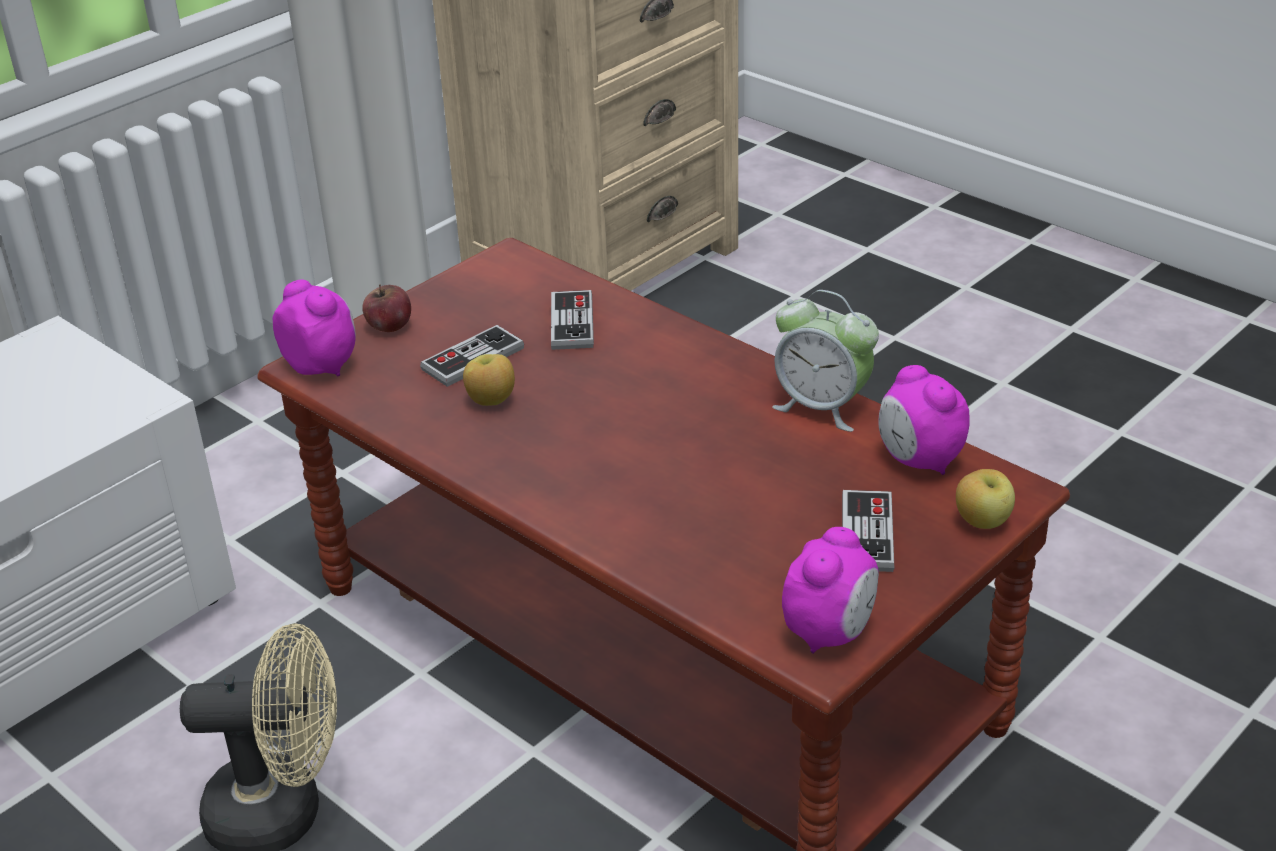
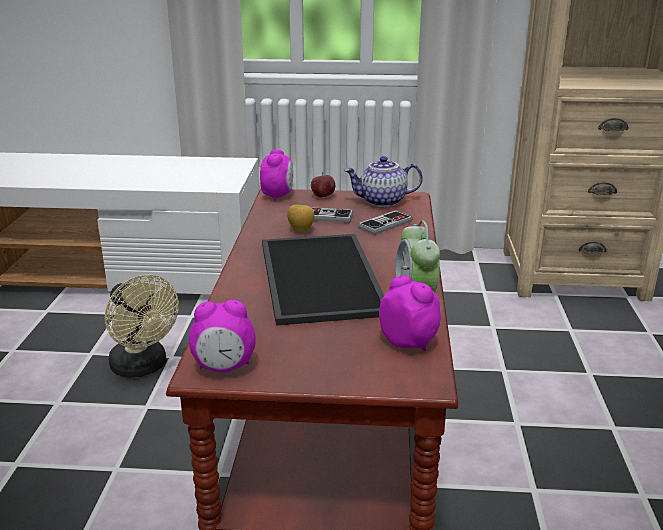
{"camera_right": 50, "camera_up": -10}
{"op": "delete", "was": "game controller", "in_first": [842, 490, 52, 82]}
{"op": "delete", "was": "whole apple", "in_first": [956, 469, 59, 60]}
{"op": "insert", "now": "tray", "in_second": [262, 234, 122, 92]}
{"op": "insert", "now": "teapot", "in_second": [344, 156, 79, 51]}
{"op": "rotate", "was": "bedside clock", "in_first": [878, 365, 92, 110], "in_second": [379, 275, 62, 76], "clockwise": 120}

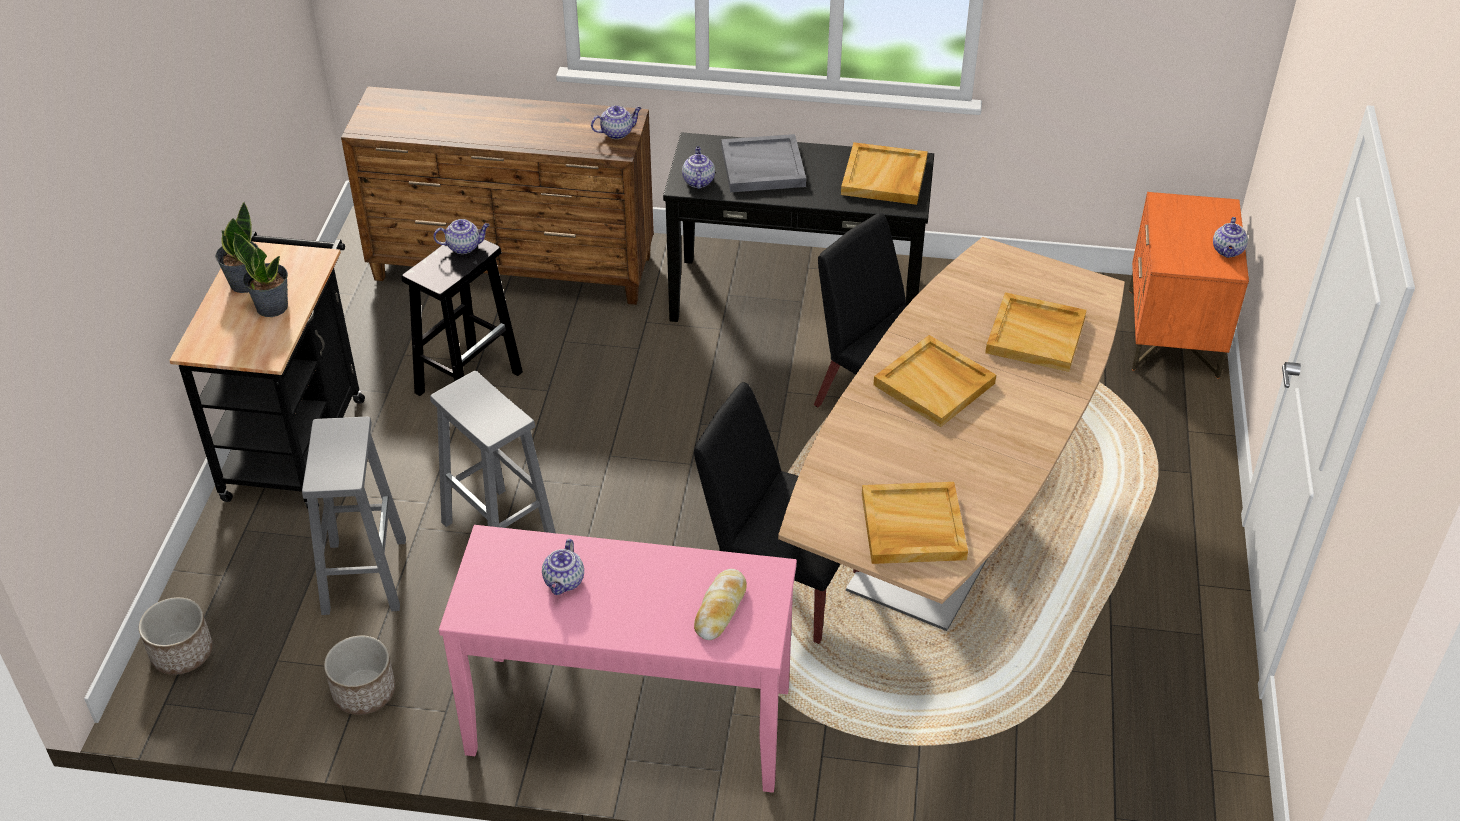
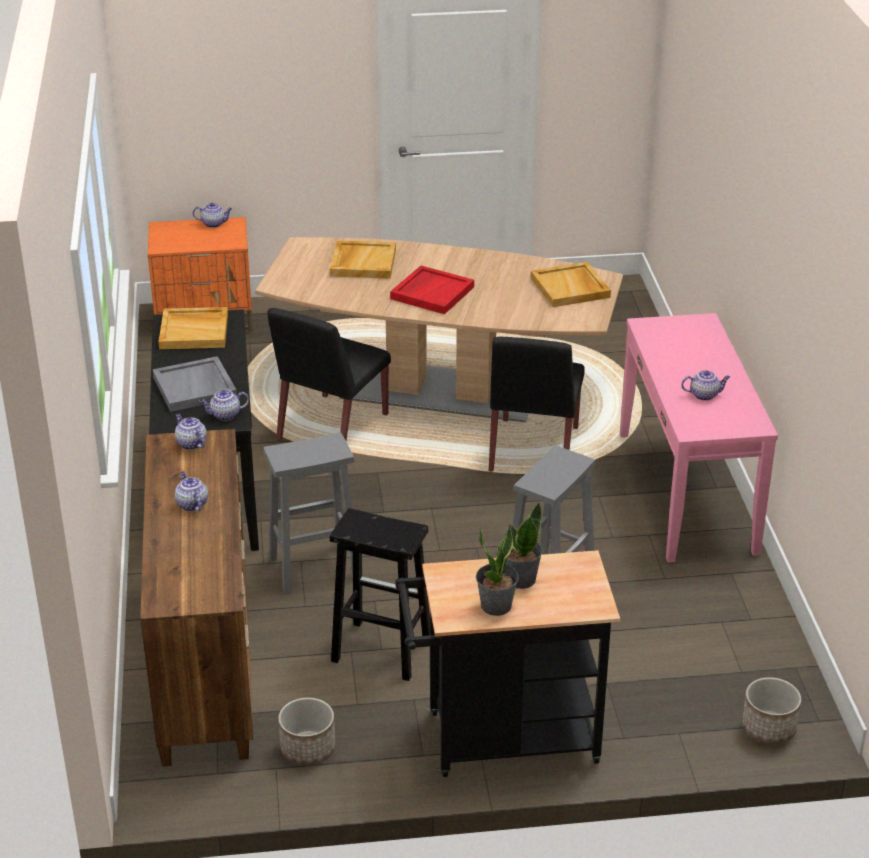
{"camera_right": -105, "camera_up": -10}
{"op": "delete", "was": "bread", "in_first": [694, 569, 53, 71]}
{"op": "move", "was": "greyish stool seat", "in_first": [302, 417, 104, 198], "in_second": [263, 432, 91, 163]}
{"op": "move", "was": "planter", "in_first": [324, 636, 71, 79], "in_second": [278, 698, 57, 68]}
{"op": "move", "was": "teapot", "in_first": [433, 219, 56, 35], "in_second": [175, 471, 33, 40]}
{"op": "recolor", "was": "sand-coloured tray", "now": "red tray", "in_first": [873, 335, 123, 92], "in_second": [390, 266, 84, 48]}

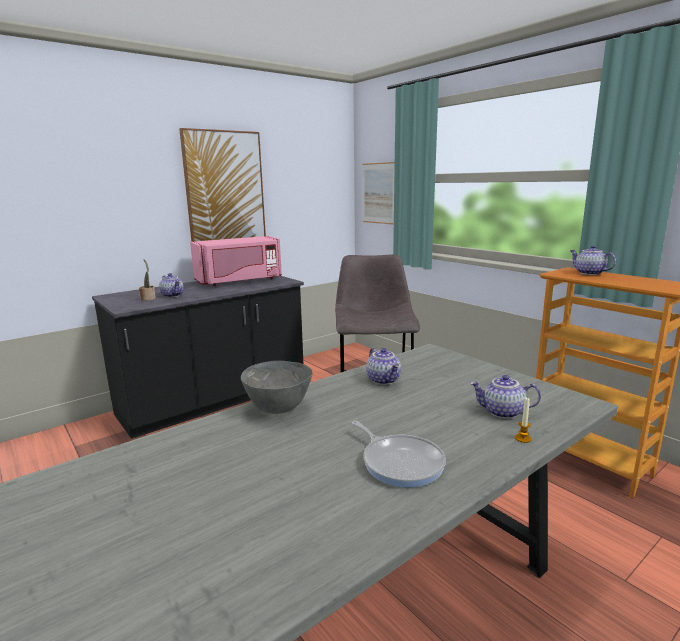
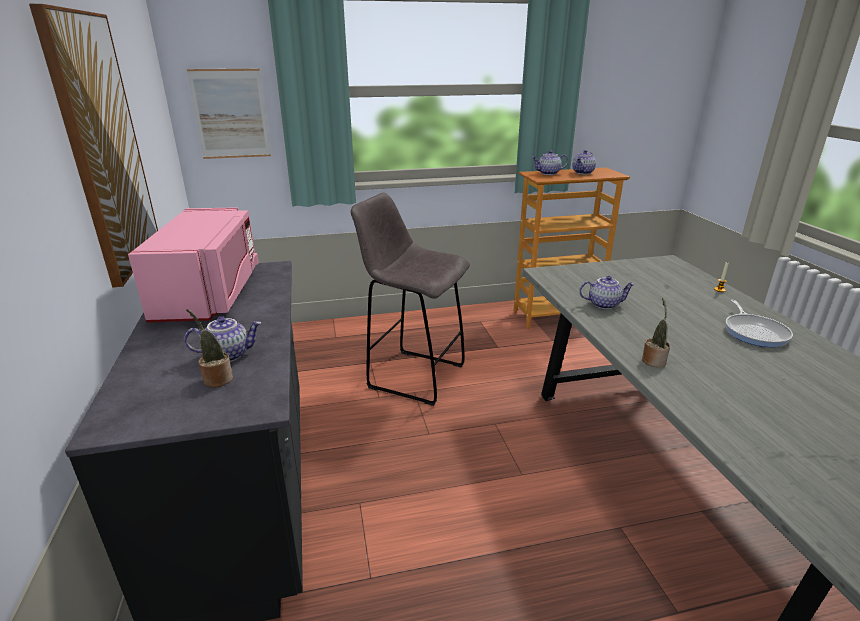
{"camera_right": -65, "camera_up": 10}
{"op": "move", "was": "teapot", "in_first": [470, 375, 71, 44], "in_second": [572, 150, 24, 25]}
{"op": "replace", "was": "greyish deep dish", "now": "plant in a pot", "in_first": [241, 361, 72, 53], "in_second": [642, 298, 28, 69]}
{"op": "rotate", "was": "pan", "in_first": [352, 421, 94, 67], "in_second": [726, 300, 67, 47], "clockwise": 105}

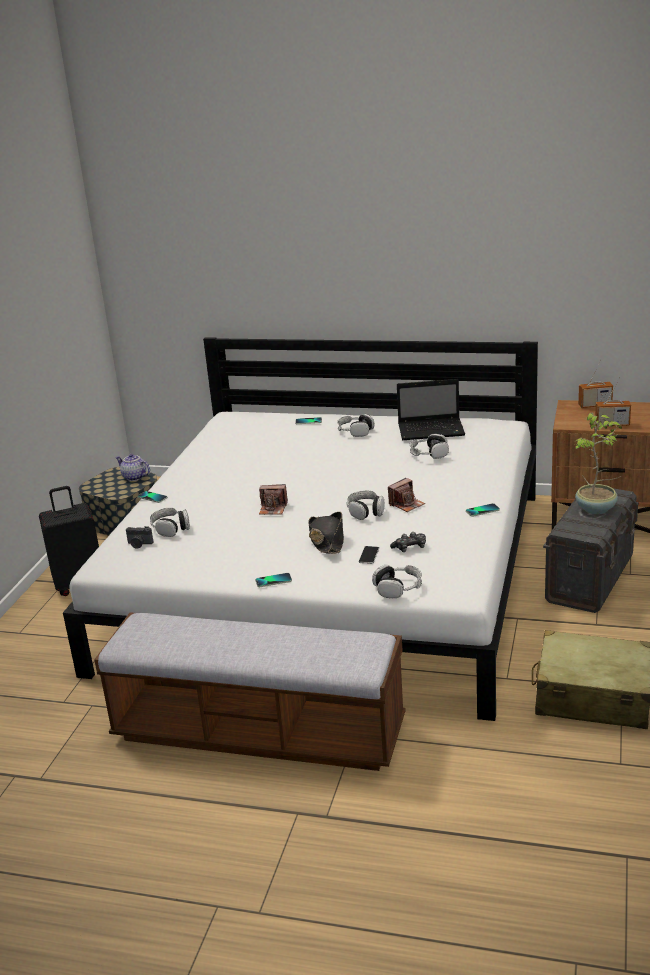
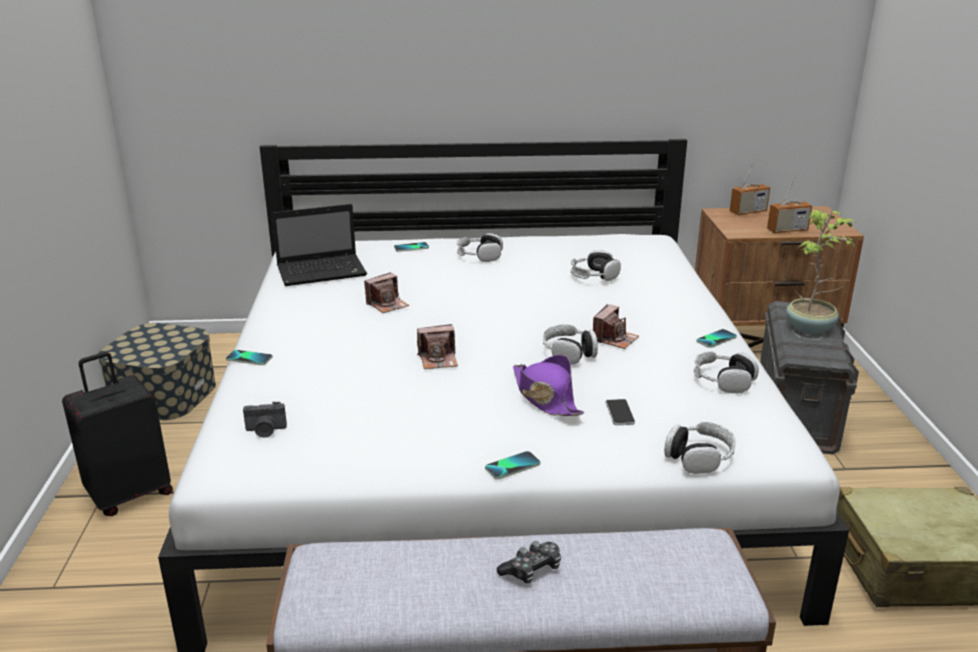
{"camera_right": -20, "camera_up": 0}
{"op": "delete", "was": "teapot", "in_first": [115, 454, 35, 27]}
{"op": "insert", "now": "photo camera", "in_second": [364, 272, 45, 41]}
{"op": "move", "was": "pair of headphones", "in_first": [150, 508, 40, 29], "in_second": [694, 352, 65, 41]}
{"op": "move", "was": "game controller", "in_first": [390, 532, 36, 20], "in_second": [497, 541, 64, 43]}
{"op": "move", "was": "notebook computer", "in_first": [397, 379, 68, 61], "in_second": [271, 204, 96, 82]}
{"op": "recolor", "was": "black hat", "now": "purple hat", "in_first": [308, 512, 36, 42], "in_second": [513, 355, 71, 61]}

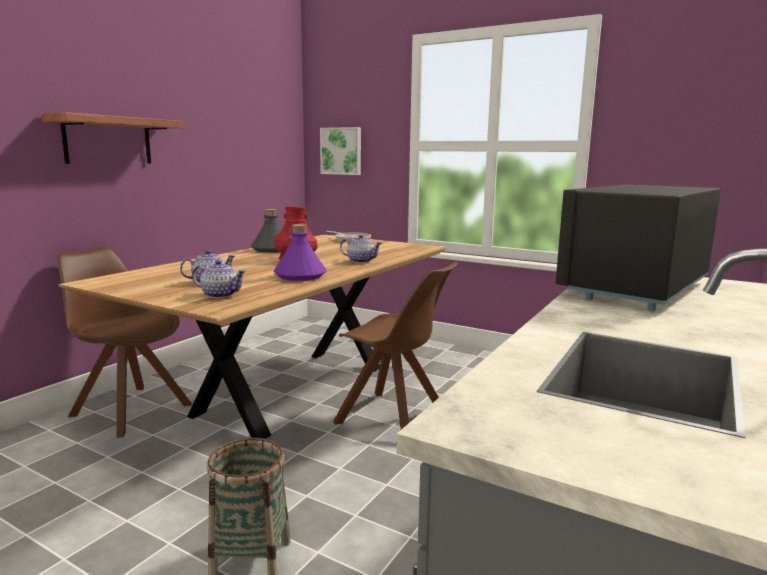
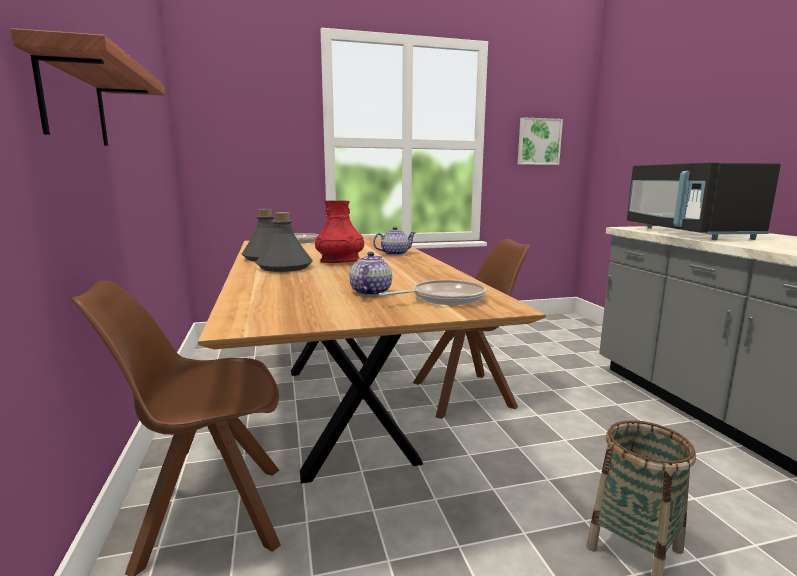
{"camera_right": -45, "camera_up": 0}
{"op": "delete", "was": "purple bottle", "in_first": [274, 224, 53, 57]}
{"op": "insert", "now": "greyish bottle", "in_second": [255, 212, 57, 60]}
{"op": "move", "was": "wall art", "in_first": [320, 127, 41, 48], "in_second": [518, 117, 45, 48]}
{"op": "replace", "was": "teapot", "now": "pan", "in_first": [192, 260, 54, 38], "in_second": [379, 279, 108, 26]}

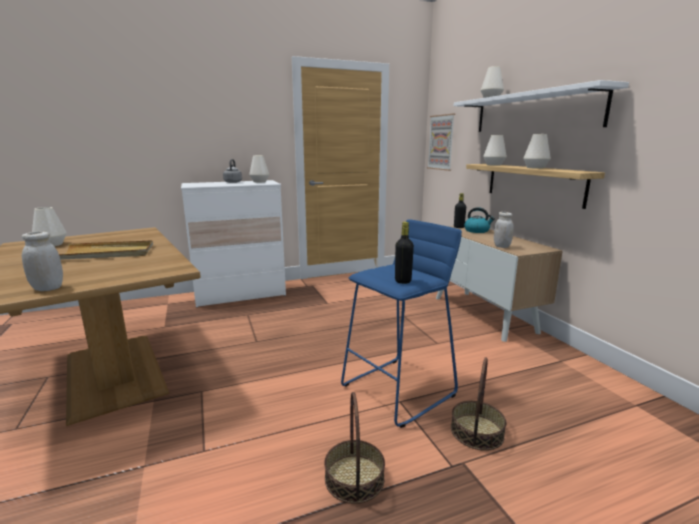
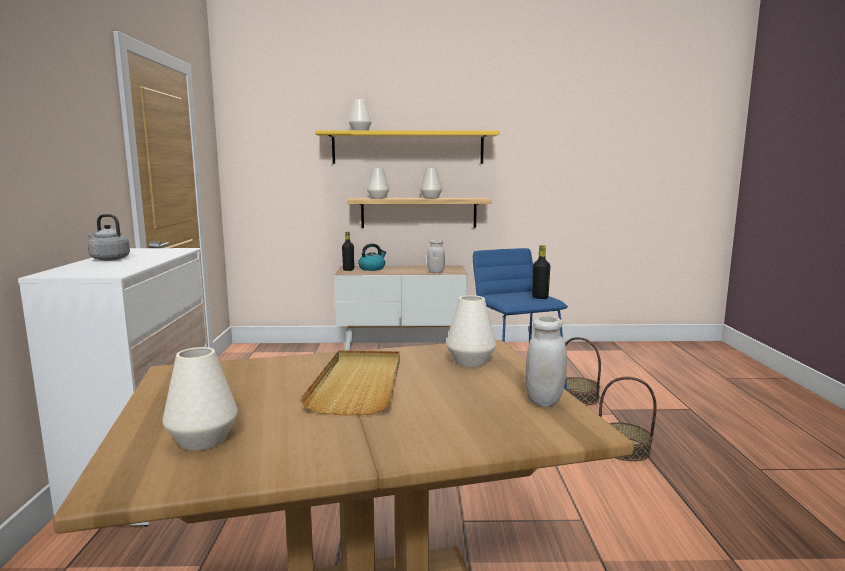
{"camera_right": -70, "camera_up": -5}
{"op": "delete", "was": "wall art", "in_first": [427, 114, 28, 57]}
{"op": "move", "was": "white-coloured flower vase", "in_first": [249, 155, 20, 27], "in_second": [446, 295, 50, 72]}
{"op": "recolor", "was": "white-coloured wall shelf", "now": "yellow wall shelf", "in_first": [454, 80, 175, 52], "in_second": [315, 130, 184, 34]}

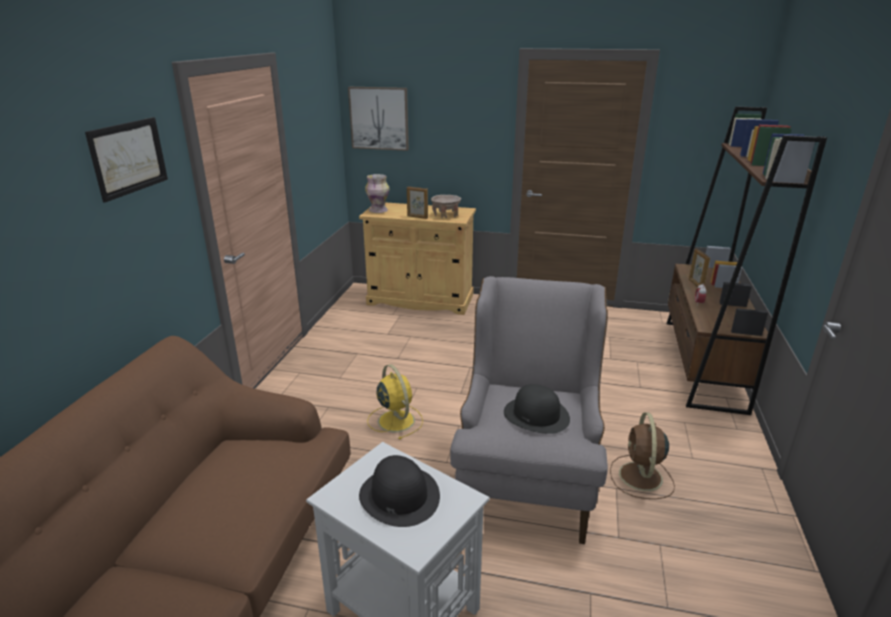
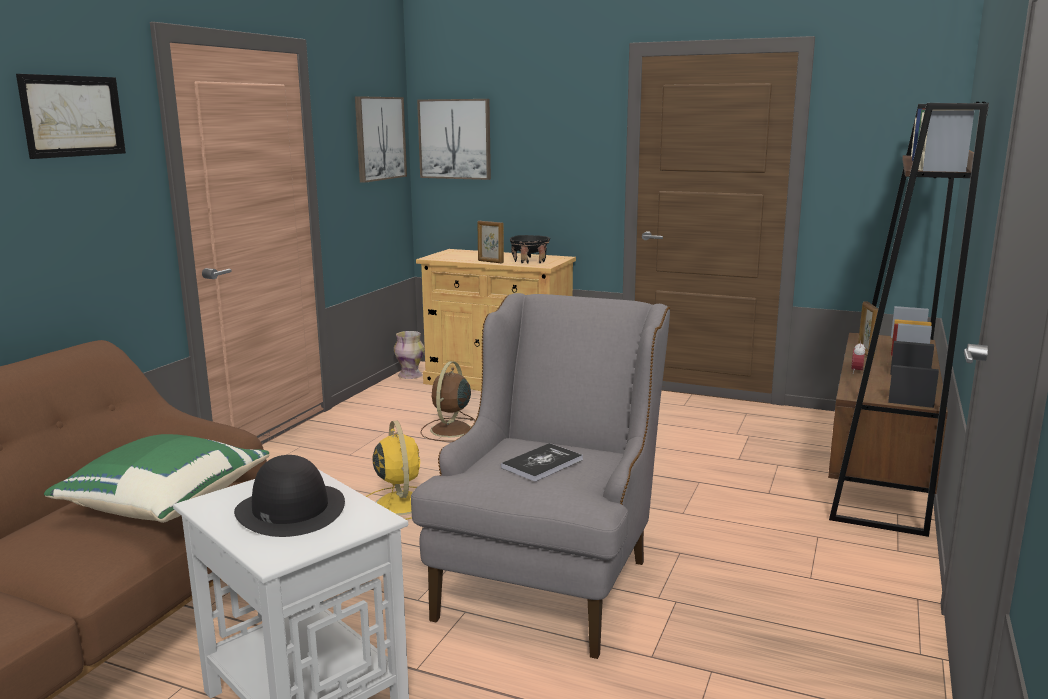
{"camera_right": 10, "camera_up": -10}
{"op": "insert", "now": "green-coloured throw pillow", "in_second": [44, 434, 225, 89]}
{"op": "insert", "now": "wall art", "in_second": [355, 96, 52, 87]}
{"op": "move", "was": "flower vase", "in_first": [365, 174, 25, 39], "in_second": [394, 331, 30, 48]}
{"op": "move", "was": "brownish electric fan", "in_first": [610, 412, 65, 87], "in_second": [420, 361, 55, 81]}
{"op": "replace", "was": "black hat", "now": "book", "in_first": [504, 384, 66, 50], "in_second": [501, 443, 82, 39]}
{"op": "recolor", "was": "sand-coloured deep dish", "now": "black deep dish", "in_first": [431, 195, 30, 23], "in_second": [510, 235, 41, 28]}

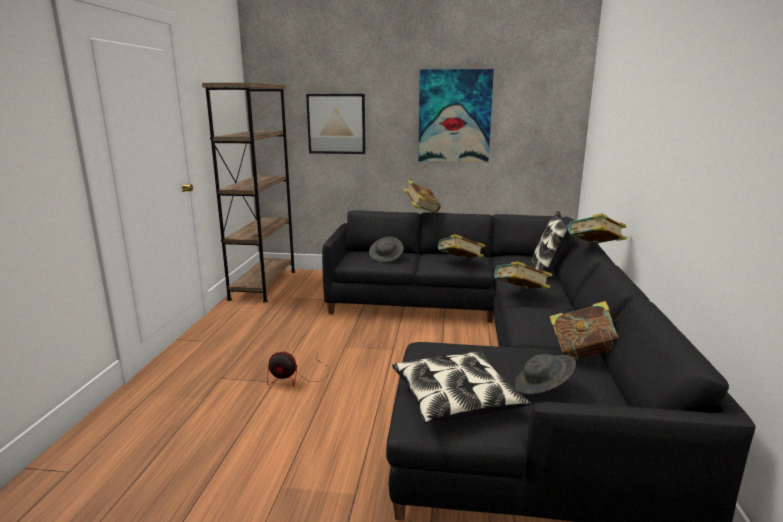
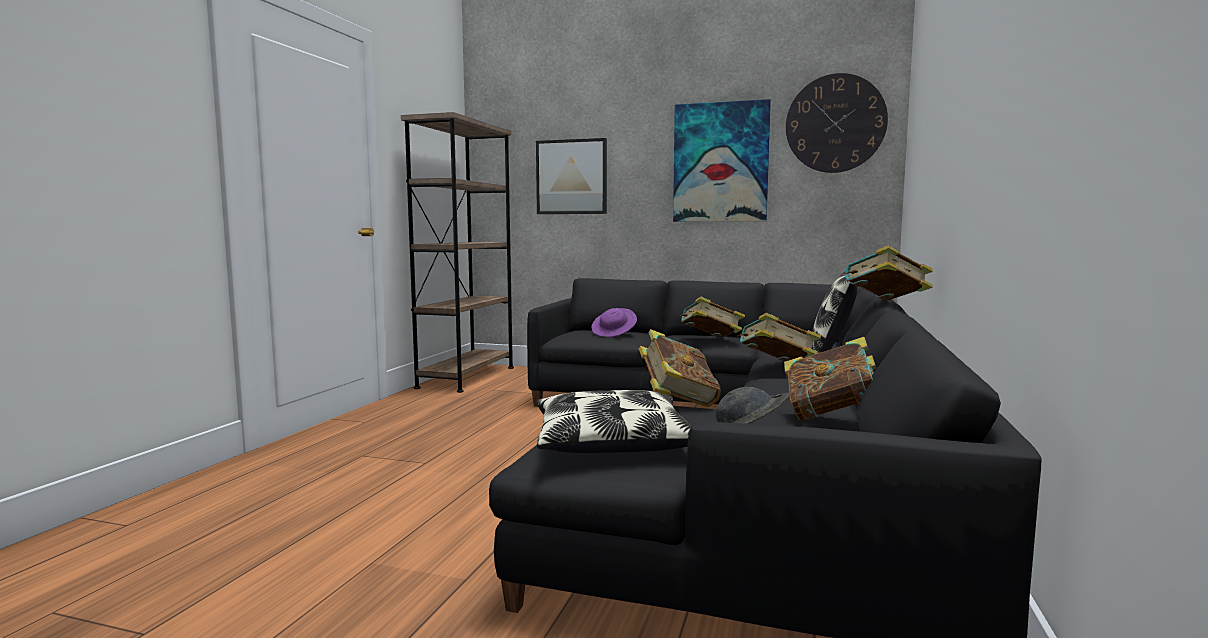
{"camera_right": 10, "camera_up": -10}
{"op": "delete", "was": "electric fan", "in_first": [267, 352, 63, 35]}
{"op": "insert", "now": "hanging clock", "in_second": [786, 73, 102, 100]}
{"op": "move", "was": "book", "in_first": [403, 180, 38, 33], "in_second": [639, 329, 82, 78]}
{"op": "recolor", "was": "greyish hat", "now": "purple hat", "in_first": [369, 237, 35, 25], "in_second": [591, 308, 46, 29]}

